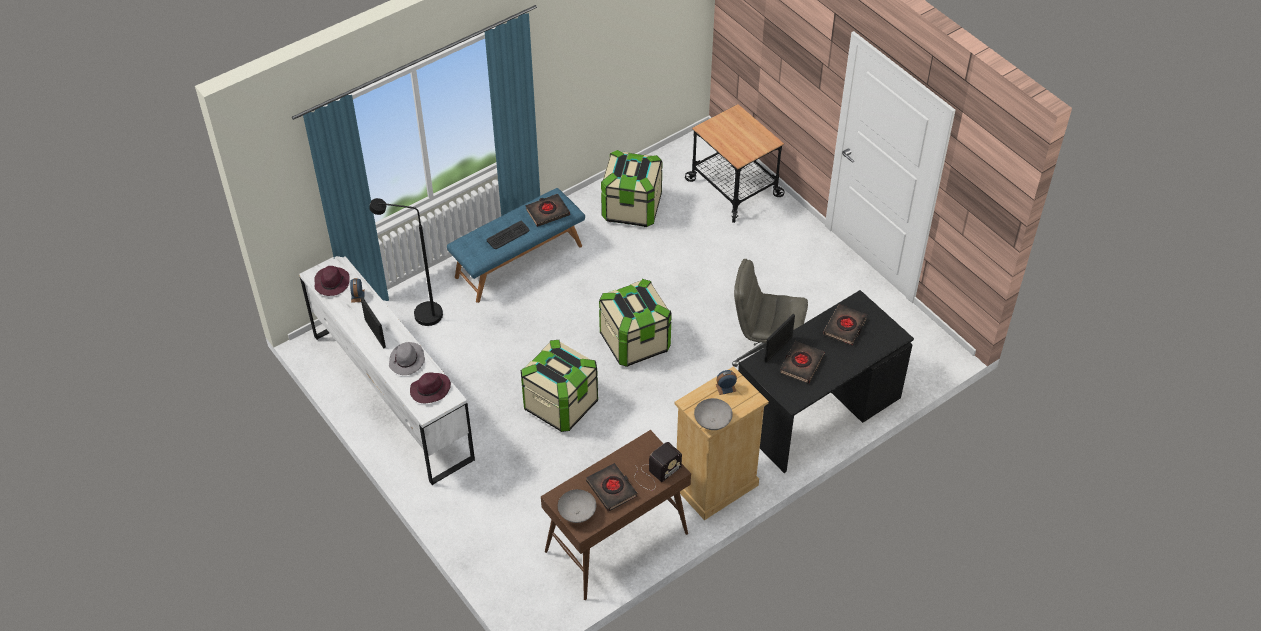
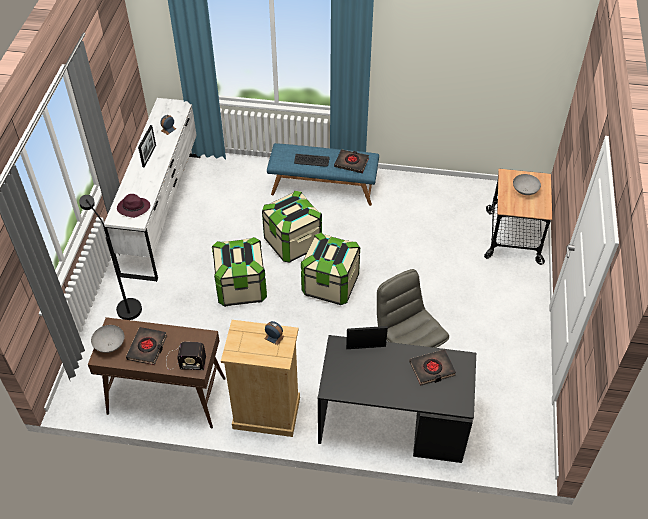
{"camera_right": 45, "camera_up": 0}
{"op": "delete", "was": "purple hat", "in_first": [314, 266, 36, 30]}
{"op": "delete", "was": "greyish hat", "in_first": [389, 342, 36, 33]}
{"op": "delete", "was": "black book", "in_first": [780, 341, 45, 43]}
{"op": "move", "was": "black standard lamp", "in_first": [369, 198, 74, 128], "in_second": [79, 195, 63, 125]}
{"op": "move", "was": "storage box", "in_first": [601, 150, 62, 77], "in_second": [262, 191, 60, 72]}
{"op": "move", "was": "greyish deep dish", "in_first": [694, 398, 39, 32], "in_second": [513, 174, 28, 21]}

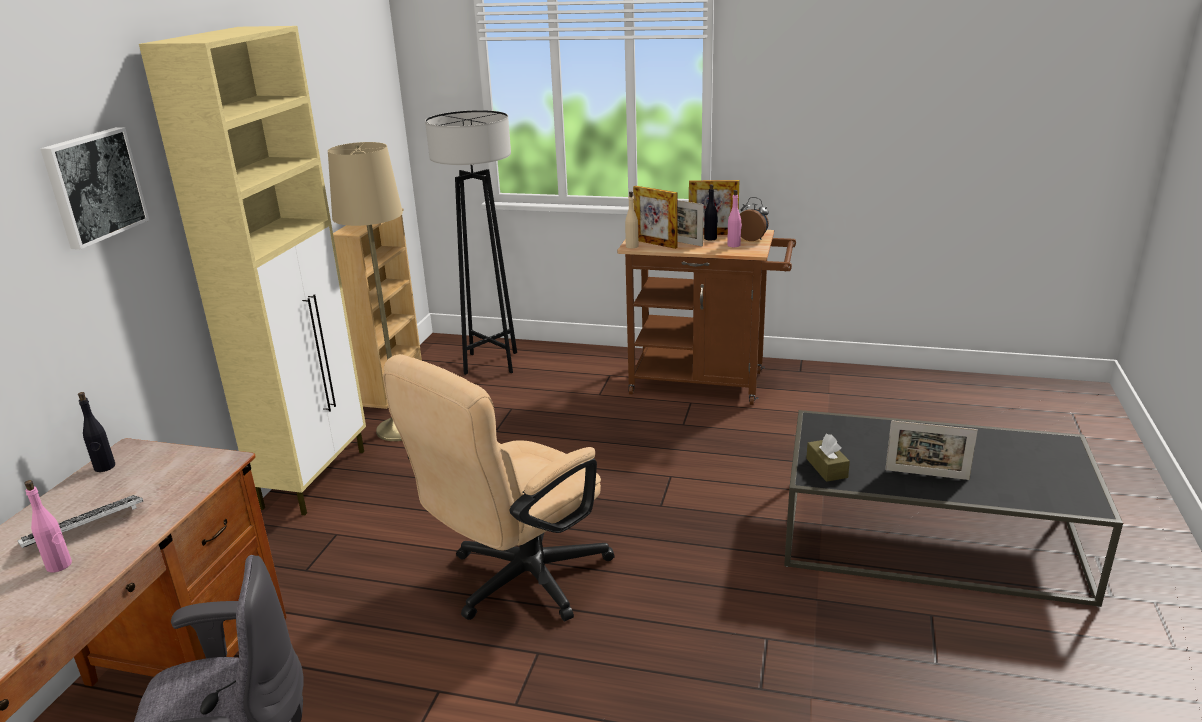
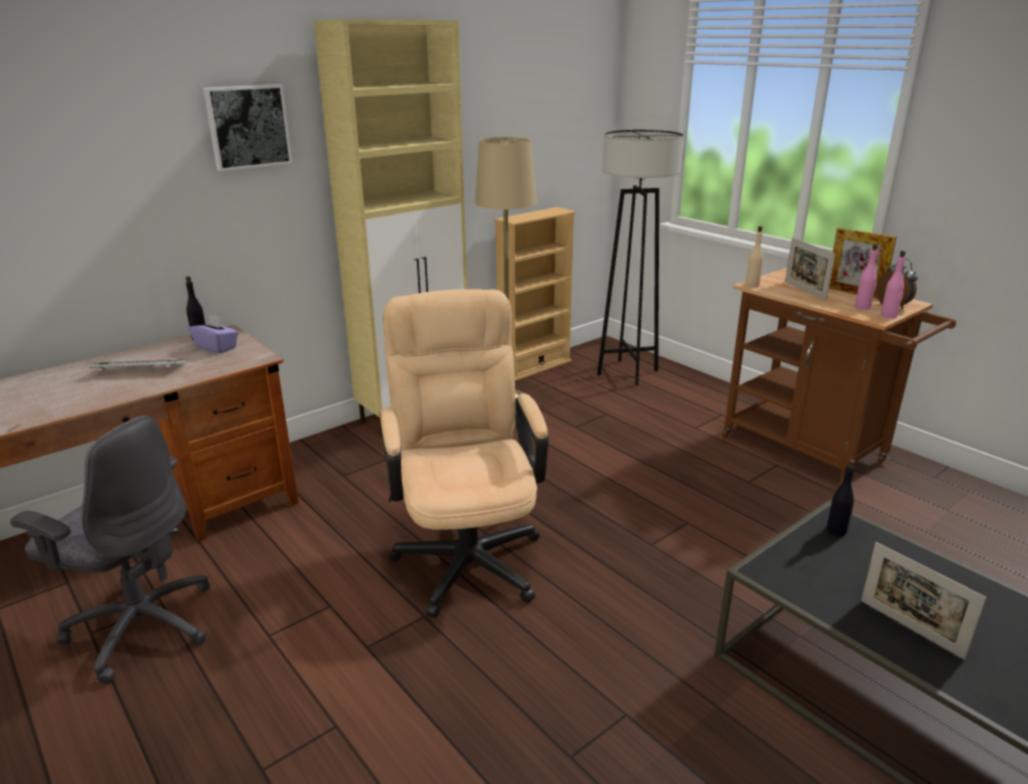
{"camera_right": 35, "camera_up": 0}
{"op": "delete", "was": "standing frame", "in_first": [633, 186, 45, 63]}
{"op": "delete", "was": "brownish tissue holder", "in_first": [806, 434, 44, 48]}
{"op": "insert", "now": "purple tissue holder", "in_second": [189, 314, 49, 40]}
{"op": "move", "was": "pink bottle", "in_first": [24, 480, 48, 92], "in_second": [881, 251, 25, 67]}
{"op": "move", "was": "black bottle", "in_first": [704, 184, 14, 57], "in_second": [827, 459, 28, 78]}
{"op": "rotate", "was": "sand-coloured office chair", "in_first": [383, 354, 232, 267], "in_second": [380, 289, 169, 329], "clockwise": 90}

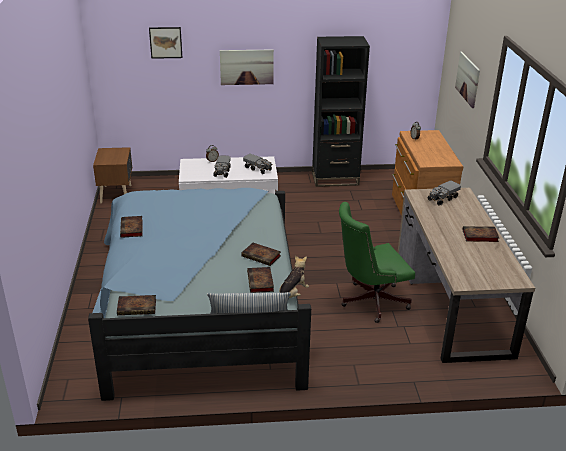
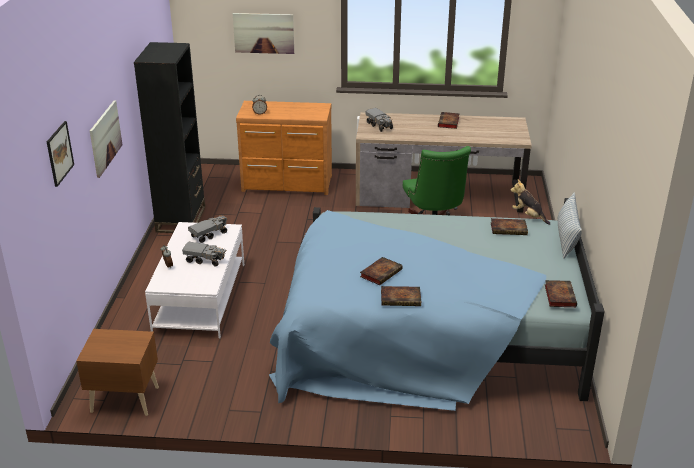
{"camera_right": -80, "camera_up": 0}
{"op": "move", "was": "book", "in_first": [241, 242, 40, 24], "in_second": [360, 257, 43, 28]}

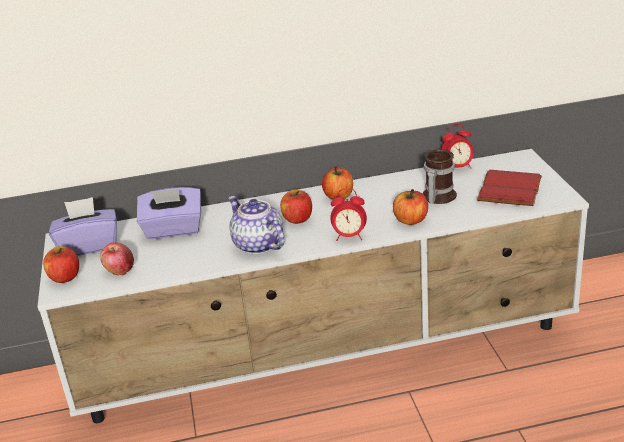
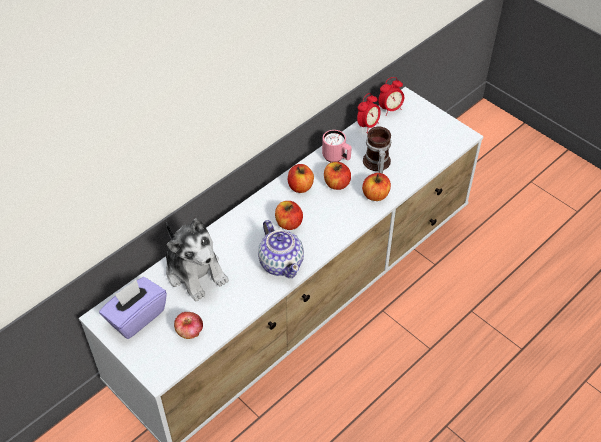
{"camera_right": -35, "camera_up": 20}
{"op": "delete", "was": "red book", "in_first": [477, 170, 65, 36]}
{"op": "insert", "now": "pink tea mug", "in_second": [322, 130, 30, 32]}
{"op": "move", "was": "whole apple", "in_first": [43, 246, 36, 37], "in_second": [324, 162, 27, 28]}
{"op": "move", "was": "bedside clock", "in_first": [330, 188, 37, 53], "in_second": [378, 77, 26, 39]}
{"op": "replace", "was": "purple tissue holder", "now": "soft toy", "in_first": [137, 187, 64, 52], "in_second": [166, 218, 63, 83]}
{"op": "rotate", "was": "teapot", "in_first": [228, 196, 57, 58], "in_second": [258, 220, 46, 58], "clockwise": -135}

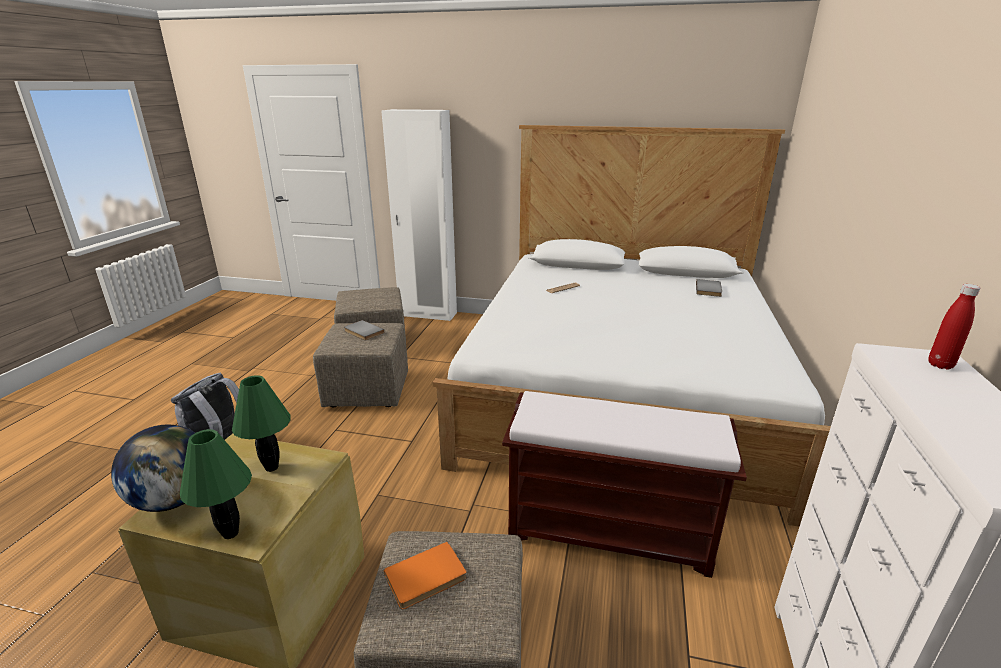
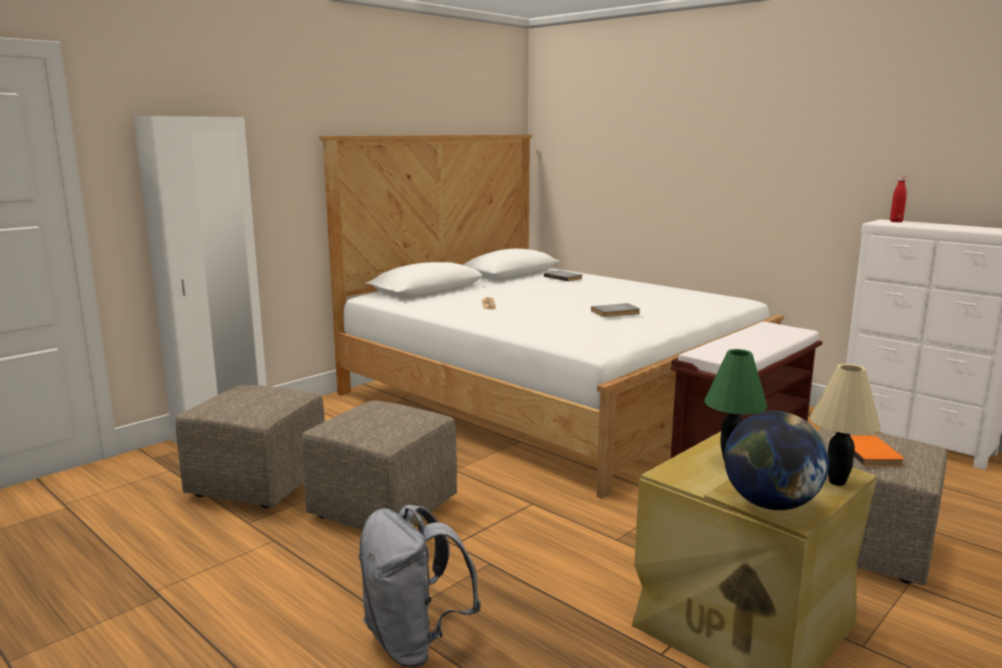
{"camera_right": -60, "camera_up": -10}
{"op": "move", "was": "greyish book", "in_first": [344, 320, 41, 21], "in_second": [591, 303, 49, 14]}
{"op": "recolor", "was": "green-coloured table lamp", "now": "sand-coloured table lamp", "in_first": [180, 429, 72, 110], "in_second": [810, 364, 70, 122]}

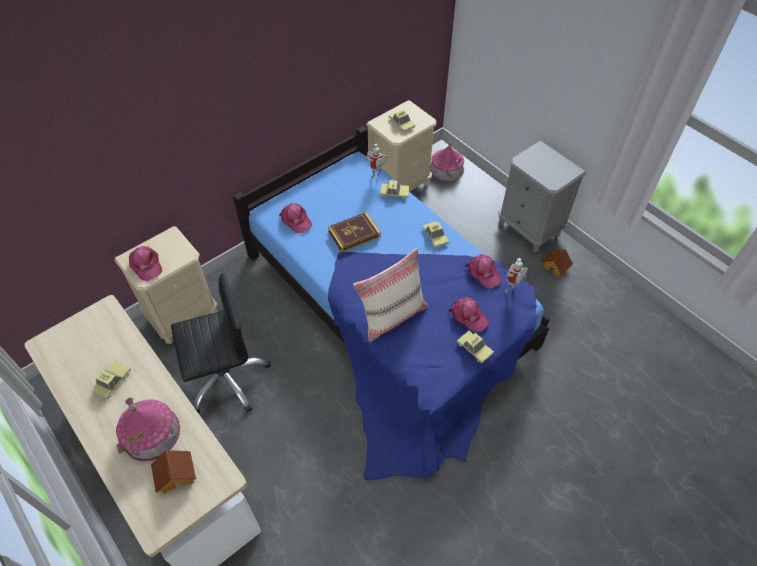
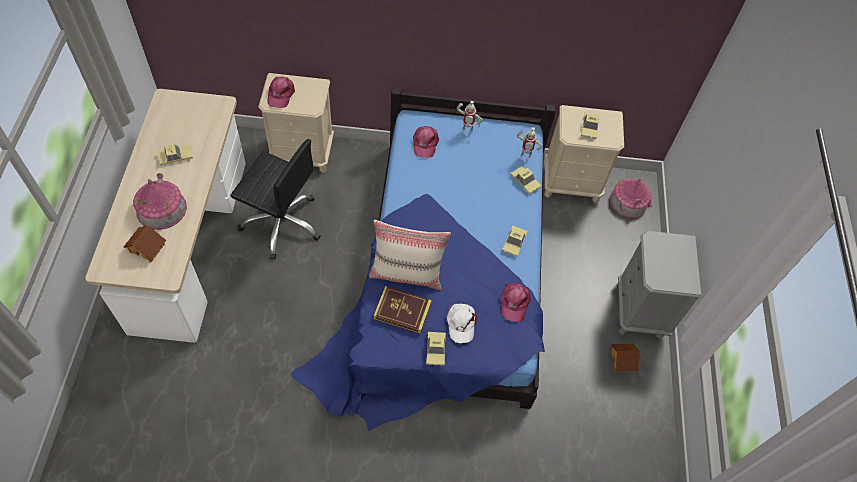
{"camera_right": 40, "camera_up": 5}
{"op": "move", "was": "book", "in_first": [328, 212, 53, 40], "in_second": [374, 286, 58, 48]}
{"op": "move", "was": "robot figure", "in_first": [505, 258, 23, 35], "in_second": [457, 101, 26, 32]}
{"op": "recolor", "was": "pink cap", "now": "white-coloured cap", "in_first": [449, 297, 40, 35], "in_second": [447, 303, 30, 40]}

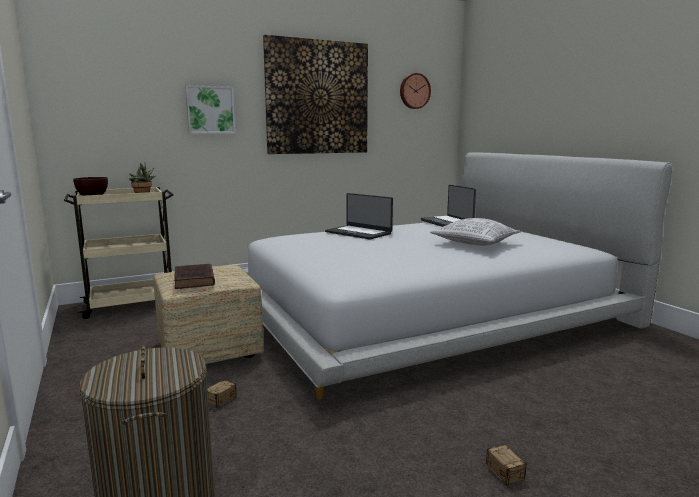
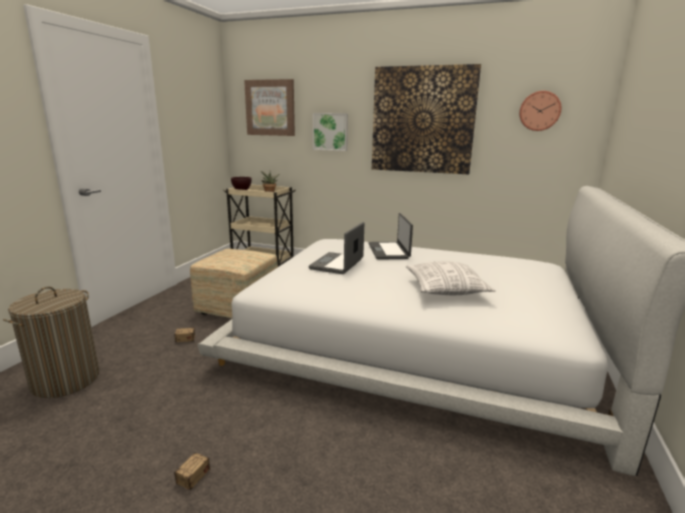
{"camera_right": 45, "camera_up": 5}
{"op": "delete", "was": "brownish book", "in_first": [174, 264, 41, 25]}
{"op": "insert", "now": "wall art", "in_second": [244, 79, 51, 57]}
{"op": "move", "was": "notebook computer", "in_first": [421, 185, 55, 42], "in_second": [309, 222, 55, 52]}

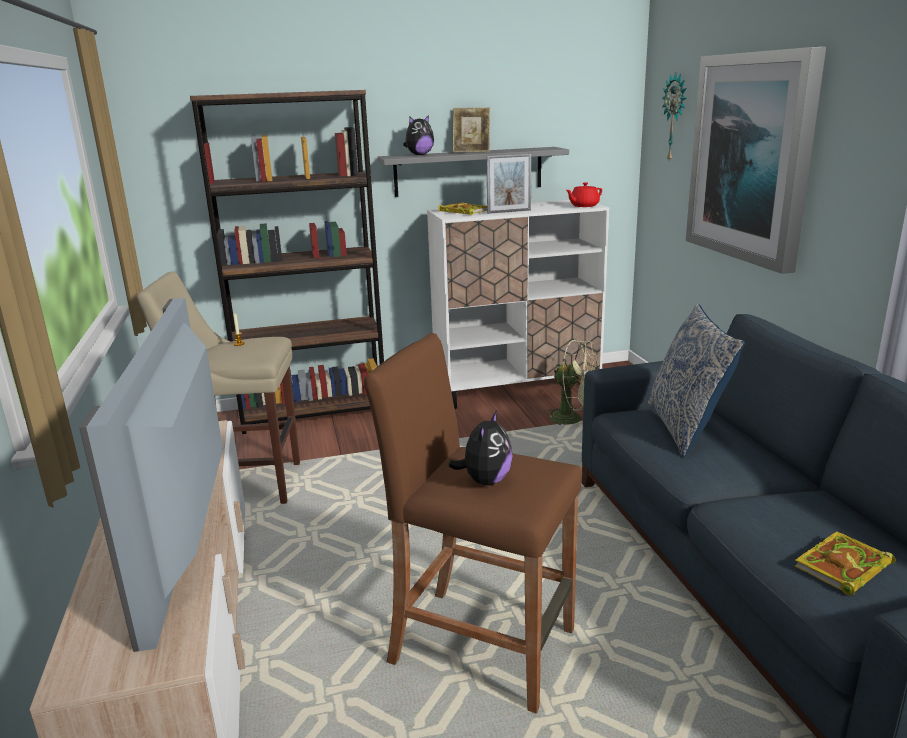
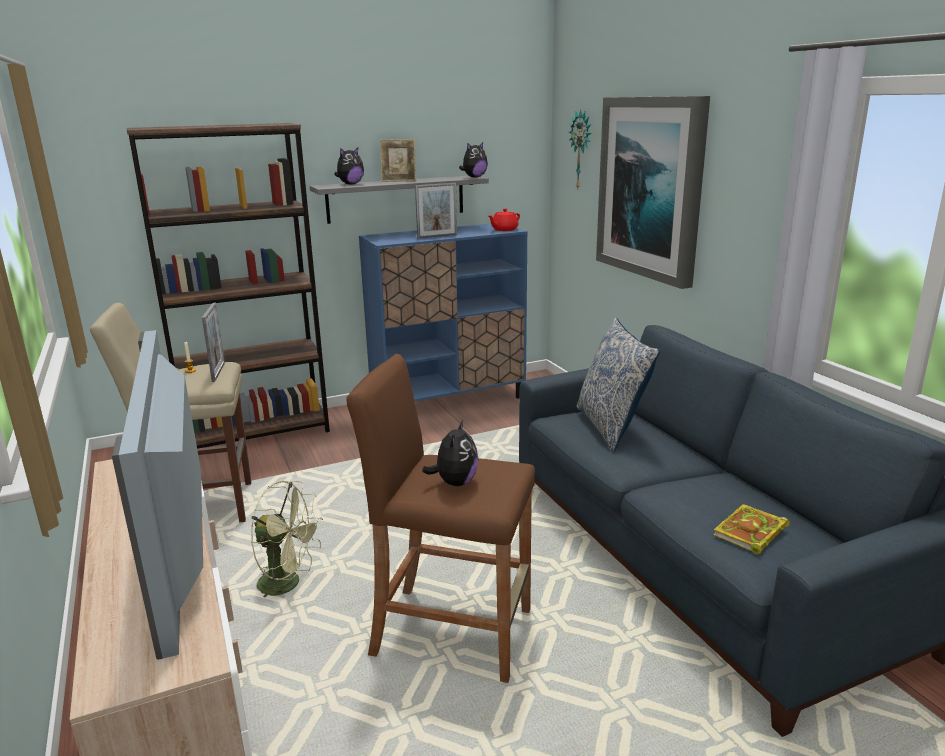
{"camera_right": -10, "camera_up": 0}
{"op": "delete", "was": "book", "in_first": [438, 203, 49, 12]}
{"op": "insert", "now": "standing frame", "in_second": [202, 303, 23, 79]}
{"op": "insert", "now": "soft toy", "in_second": [459, 142, 29, 36]}
{"op": "move", "was": "green-coloured electric fan", "in_first": [545, 340, 53, 85], "in_second": [251, 481, 72, 116]}
{"op": "recolor", "was": "white-coloured cupboard", "now": "bluish cupboard", "in_first": [427, 200, 182, 209], "in_second": [359, 224, 169, 177]}

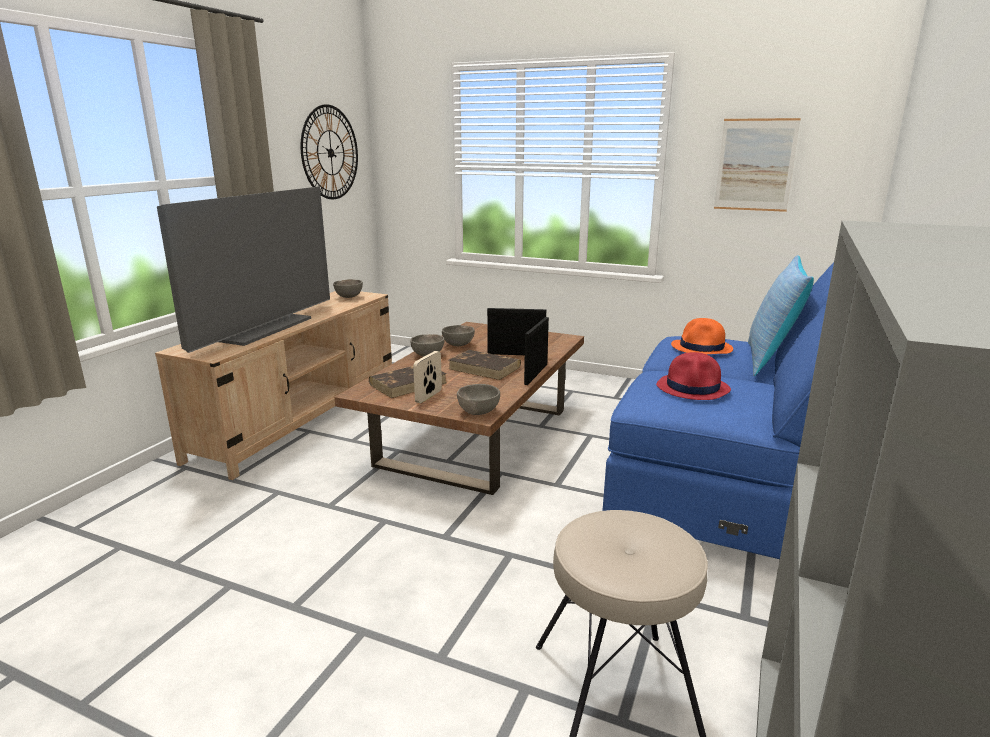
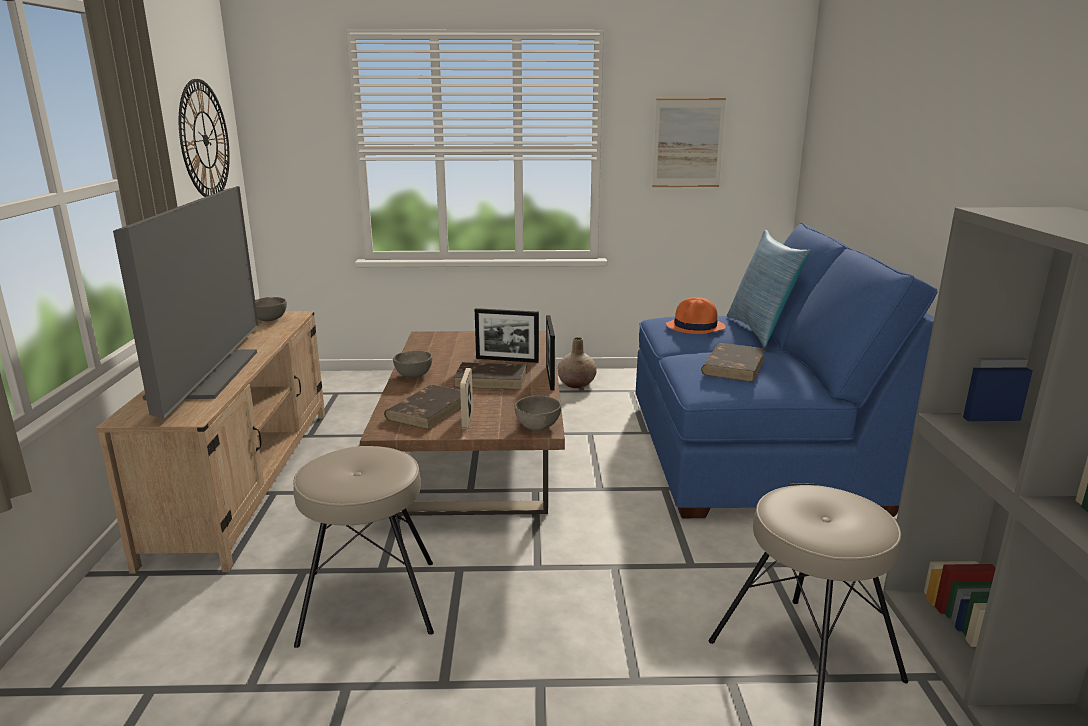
{"camera_right": -25, "camera_up": 0}
{"op": "delete", "was": "greyish deep dish", "in_first": [442, 325, 33, 21]}
{"op": "insert", "now": "sand-coloured stool seat", "in_second": [293, 446, 141, 202]}
{"op": "insert", "now": "sand-coloured flower vase", "in_second": [557, 337, 40, 51]}
{"op": "replace", "was": "red hat", "now": "brownish book", "in_first": [656, 352, 75, 48], "in_second": [701, 343, 64, 39]}
{"op": "rotate", "was": "standing frame", "in_first": [487, 308, 59, 47], "in_second": [475, 308, 64, 55], "clockwise": -150}

